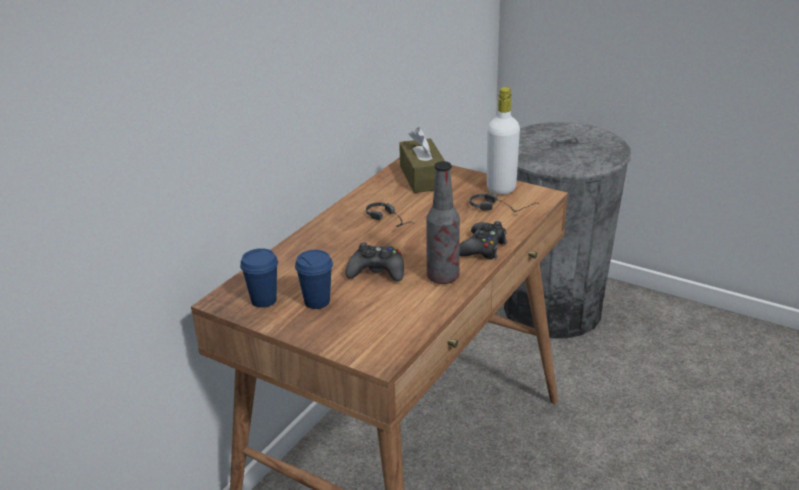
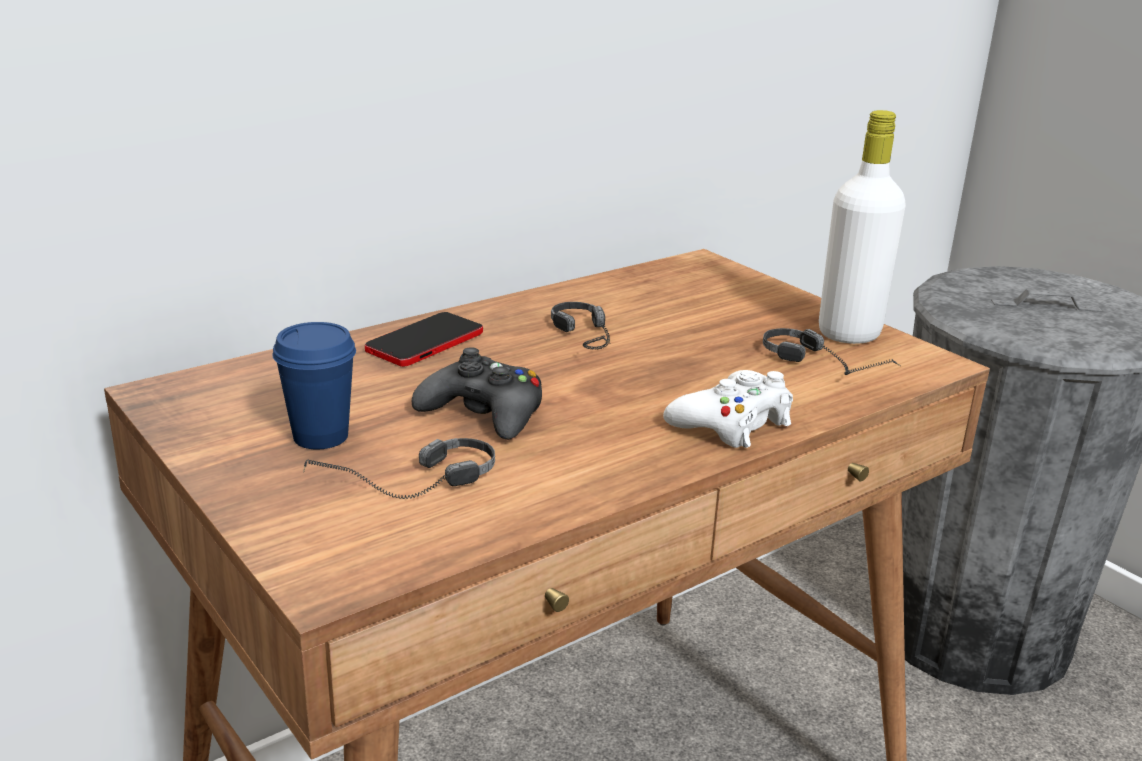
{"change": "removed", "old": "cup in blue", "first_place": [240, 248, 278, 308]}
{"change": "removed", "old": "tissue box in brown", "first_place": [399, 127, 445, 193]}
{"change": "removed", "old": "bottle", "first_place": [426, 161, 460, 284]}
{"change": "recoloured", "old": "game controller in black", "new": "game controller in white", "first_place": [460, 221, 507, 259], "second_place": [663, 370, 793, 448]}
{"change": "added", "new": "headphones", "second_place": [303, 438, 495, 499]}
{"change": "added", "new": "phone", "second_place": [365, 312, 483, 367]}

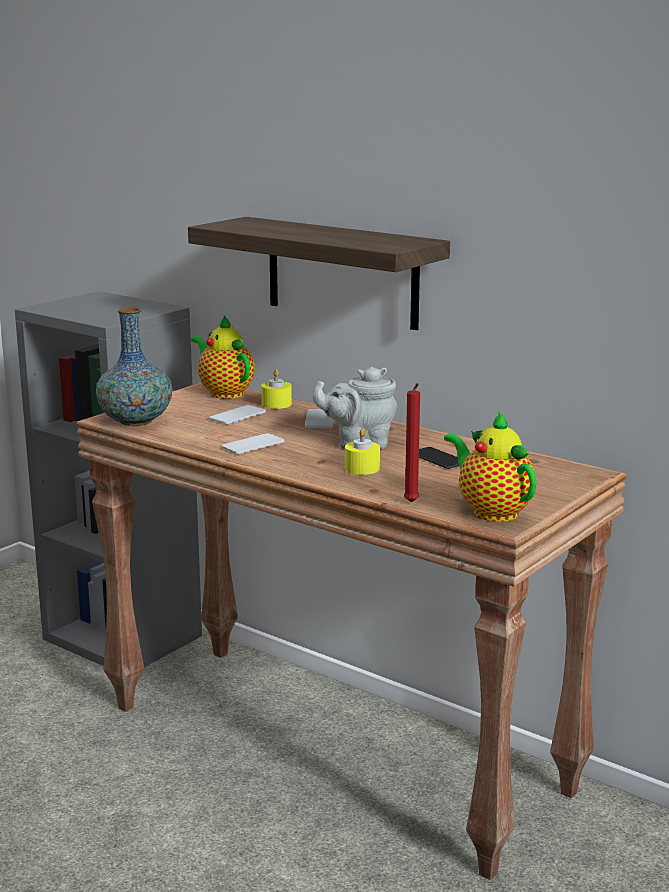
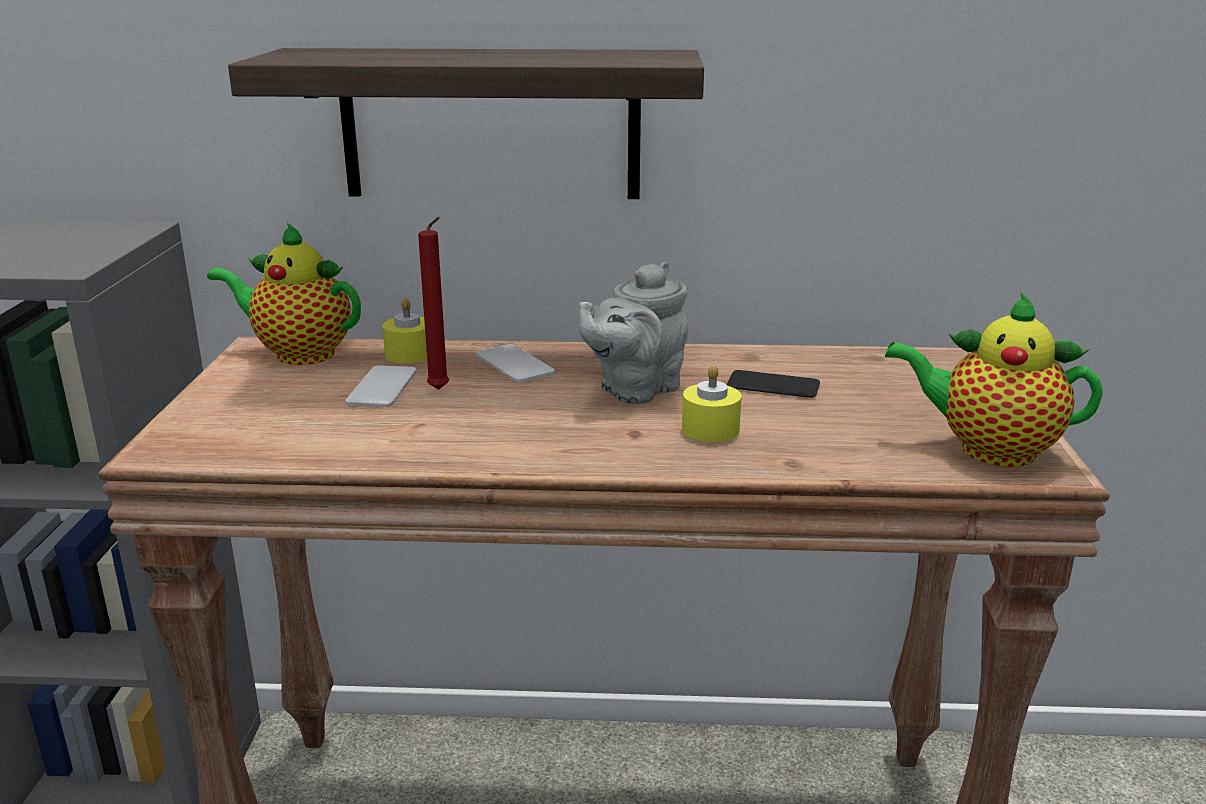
{"change": "removed", "old": "vase", "first_place": [96, 308, 173, 426]}
{"change": "removed", "old": "phone", "first_place": [221, 433, 284, 454]}
{"change": "moved", "old": "candle in red", "first_place": [404, 383, 420, 502], "second_place": [418, 217, 449, 390]}

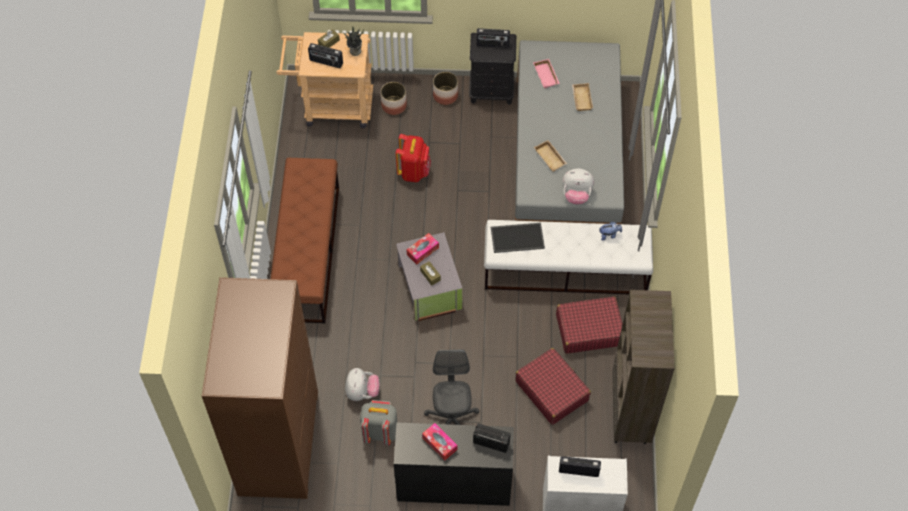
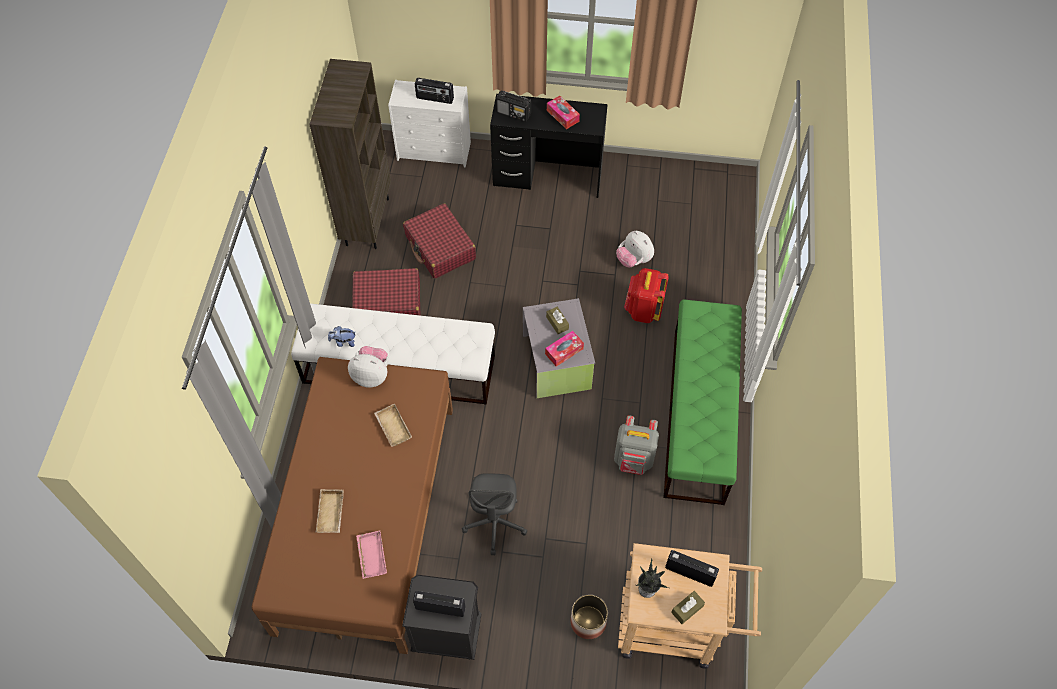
{"change": "removed", "old": "wardrobe in brown", "first_place": [202, 277, 318, 499]}
{"change": "recoloured", "old": "bench in brown", "new": "bench in green", "first_place": [270, 158, 339, 323], "second_place": [663, 300, 742, 505]}
{"change": "turned", "old": "plush toy", "first_place": [345, 368, 379, 401], "second_place": [616, 231, 654, 267], "degrees": -45}
{"change": "moved", "old": "backpack in grey", "first_place": [360, 400, 397, 446], "second_place": [614, 415, 659, 475]}
{"change": "moved", "old": "backpack in red", "first_place": [396, 134, 431, 182], "second_place": [624, 268, 669, 323]}
{"change": "moved", "old": "office chair in grey", "first_place": [424, 349, 479, 425], "second_place": [462, 473, 527, 555]}
{"change": "removed", "old": "planter", "first_place": [433, 72, 458, 105]}
{"change": "removed", "old": "tray", "first_place": [491, 223, 545, 253]}
{"change": "recoloured", "old": "bed in grey", "new": "bed in brown", "first_place": [515, 40, 624, 224], "second_place": [252, 357, 453, 654]}

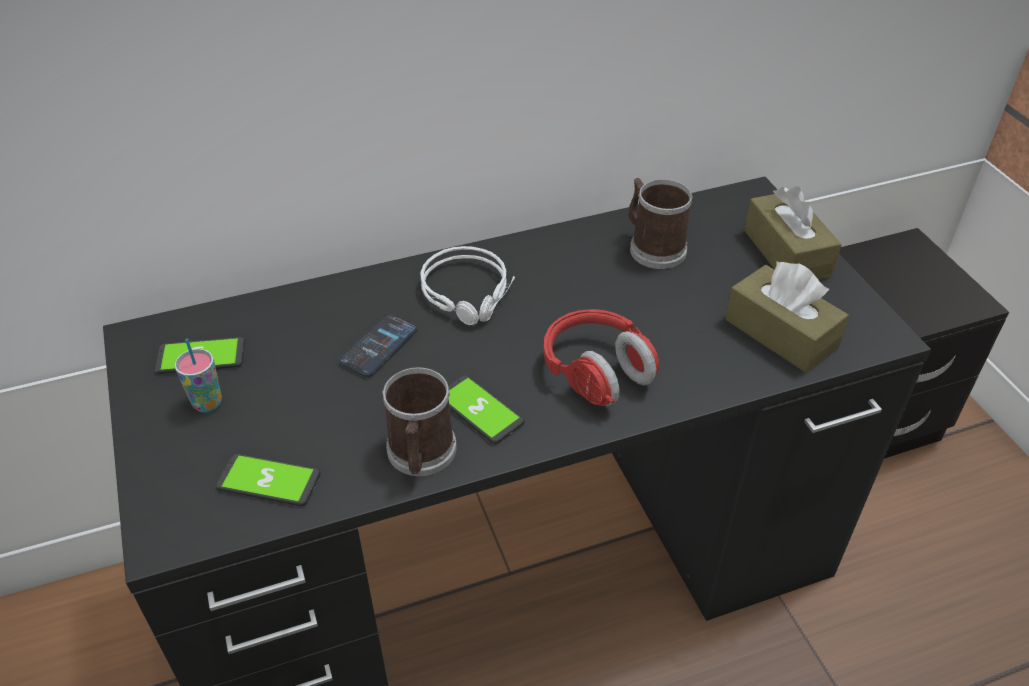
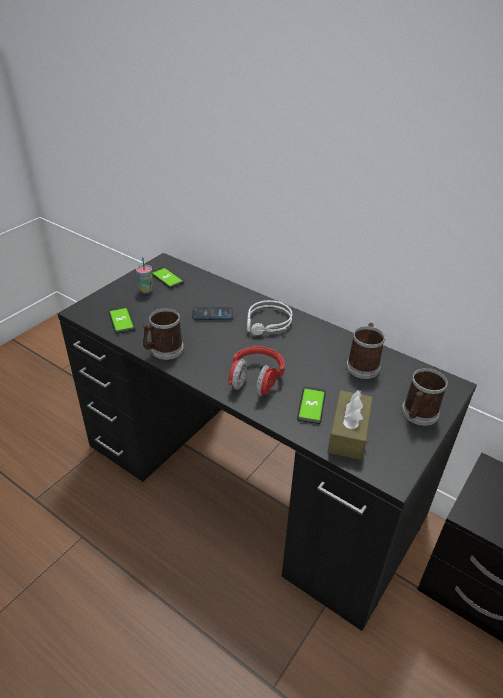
{"change": "moved", "old": "phone", "first_place": [448, 375, 525, 444], "second_place": [297, 387, 326, 424]}
{"change": "replaced", "old": "tissue box in brown", "new": "mug", "first_place": [744, 186, 842, 279], "second_place": [402, 368, 448, 426]}

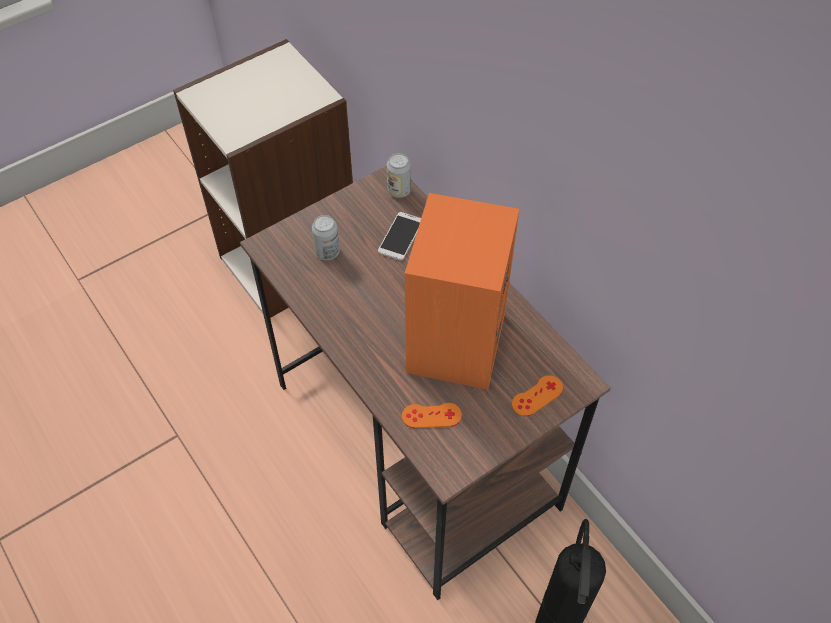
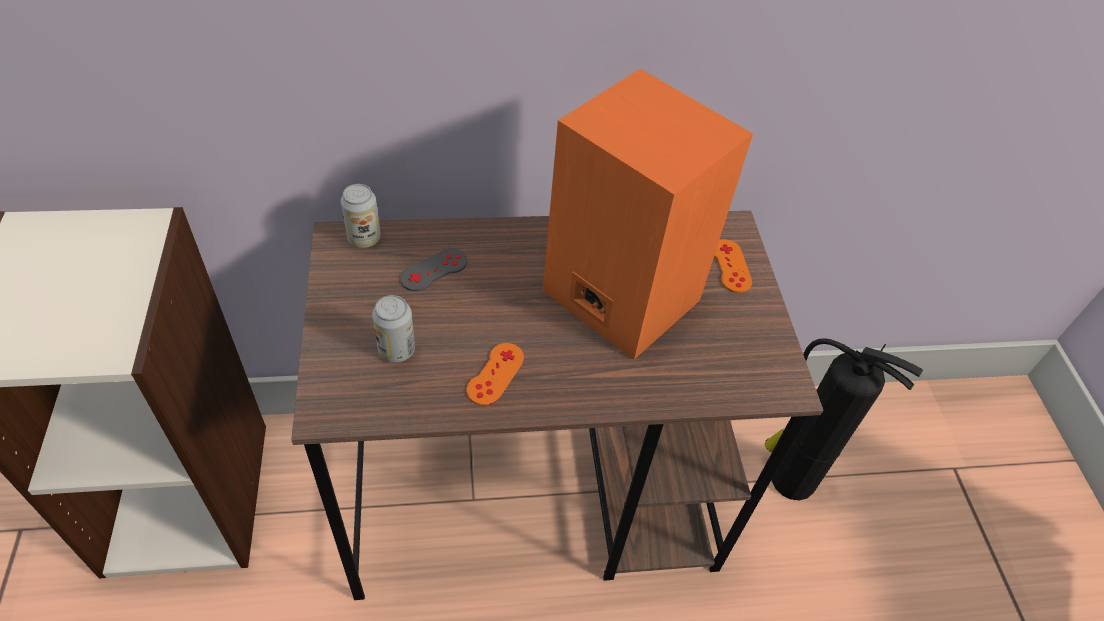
{"change": "replaced", "old": "phone", "new": "game controller in grey", "first_place": [378, 212, 421, 261], "second_place": [400, 248, 467, 291]}
{"change": "moved", "old": "game controller in orange", "first_place": [402, 403, 462, 428], "second_place": [466, 343, 524, 406]}

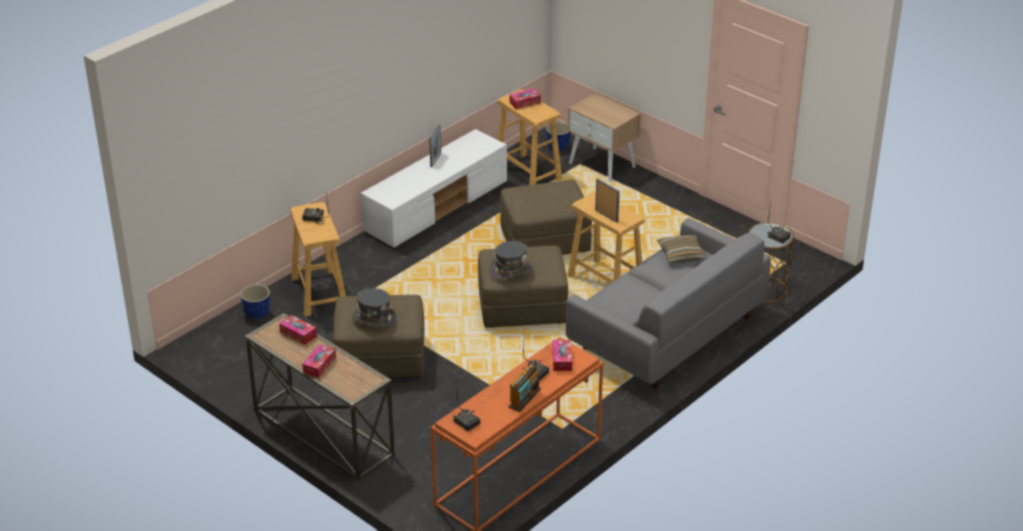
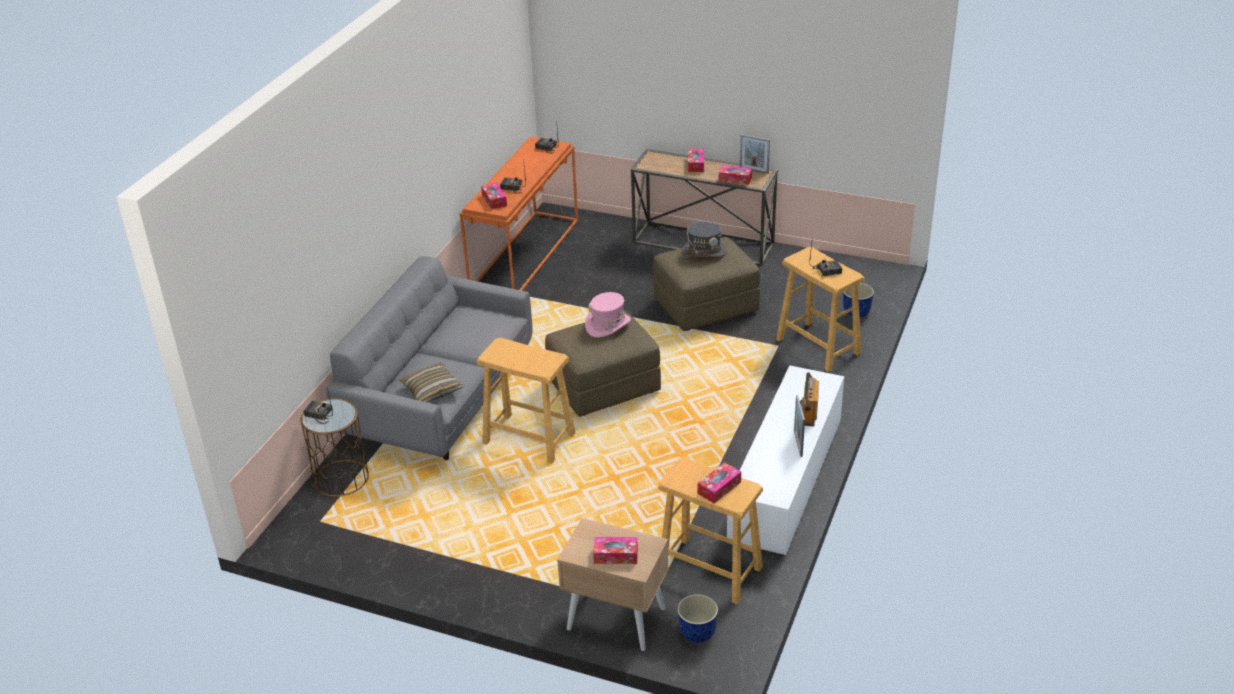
{"change": "recoloured", "old": "hat in grey", "new": "hat in pink", "first_place": [489, 241, 533, 280], "second_place": [585, 292, 631, 338]}
{"change": "removed", "old": "ottoman in brown", "first_place": [500, 180, 592, 255]}
{"change": "moved", "old": "radio", "first_place": [509, 363, 541, 412], "second_place": [800, 372, 819, 426]}
{"change": "moved", "old": "picture frame", "first_place": [595, 178, 620, 223], "second_place": [740, 134, 770, 174]}
{"change": "added", "new": "tissue box", "second_place": [593, 537, 638, 564]}

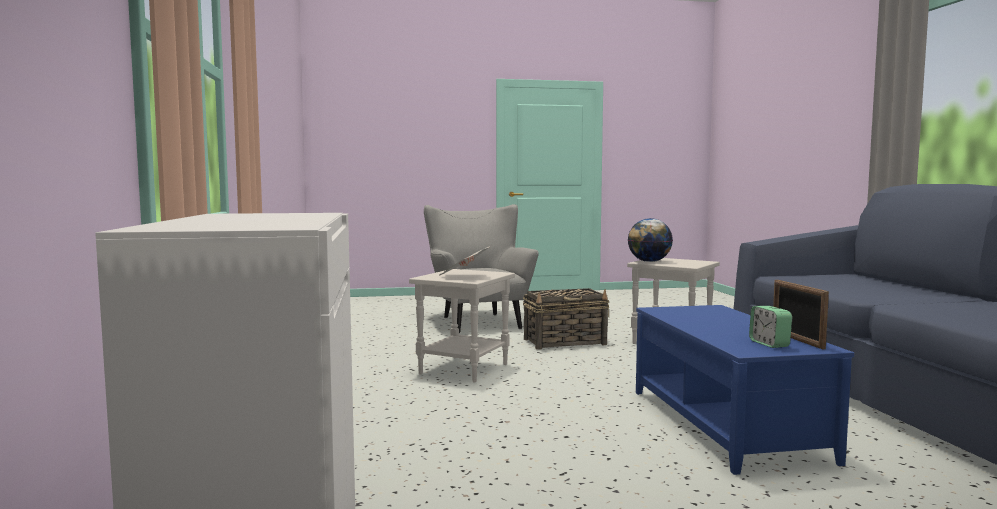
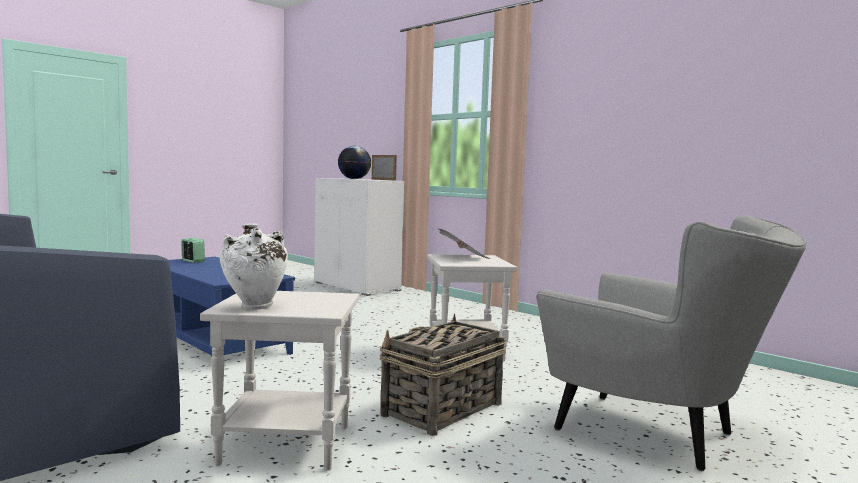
{"change": "moved", "old": "globe", "first_place": [628, 218, 673, 262], "second_place": [338, 146, 371, 179]}
{"change": "moved", "old": "picture frame", "first_place": [773, 280, 829, 349], "second_place": [372, 155, 397, 180]}
{"change": "added", "new": "vase in white", "second_place": [220, 224, 288, 309]}

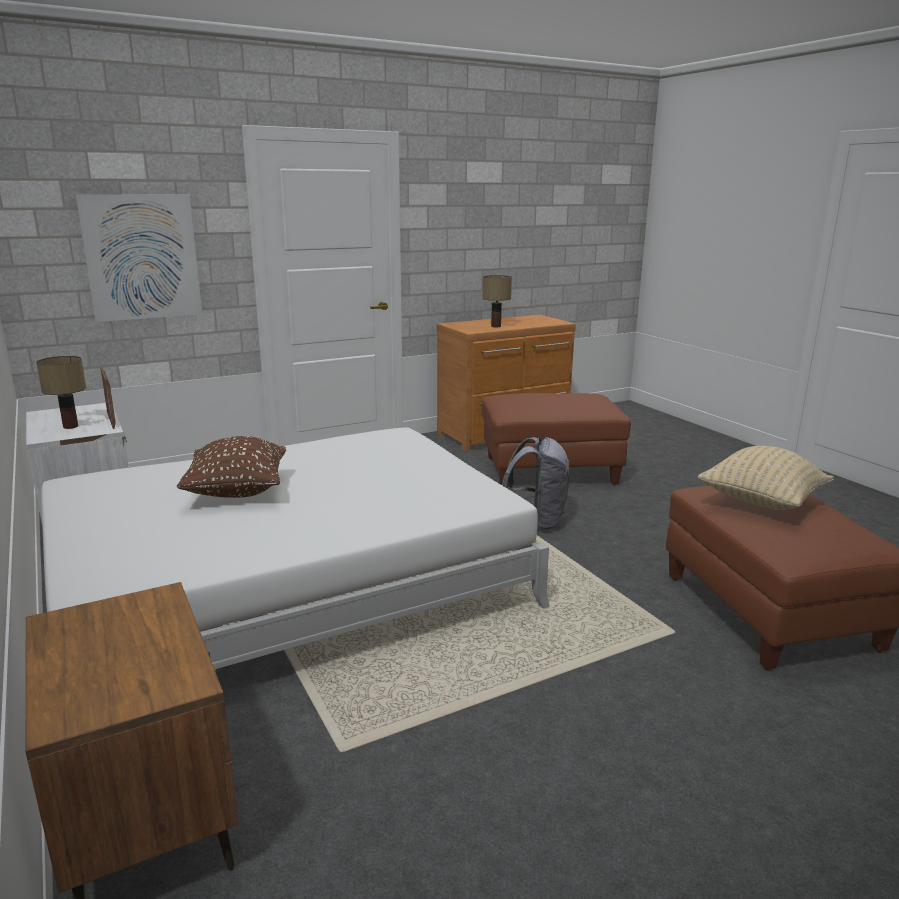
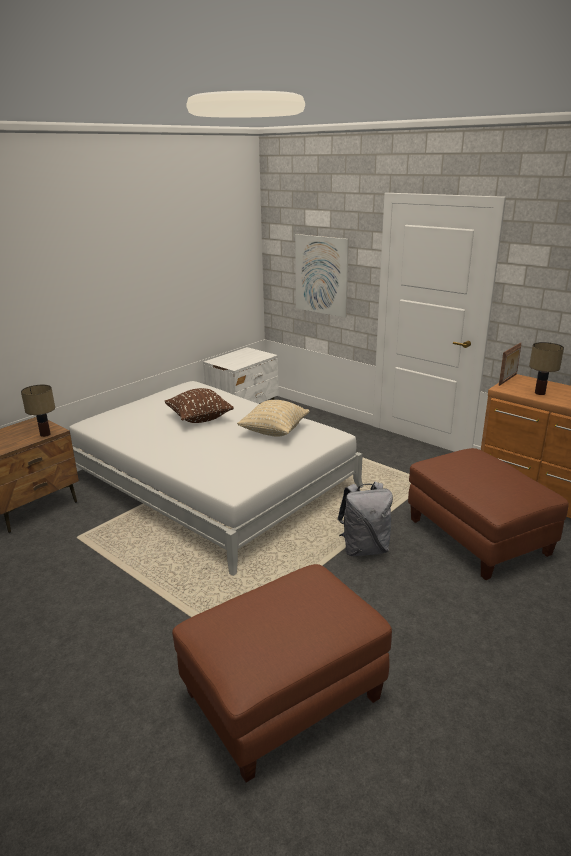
{"change": "moved", "old": "table lamp", "first_place": [36, 356, 86, 429], "second_place": [21, 385, 55, 437]}
{"change": "moved", "old": "picture frame", "first_place": [100, 367, 116, 429], "second_place": [499, 342, 521, 386]}
{"change": "moved", "old": "pillow in beige", "first_place": [698, 446, 834, 510], "second_place": [237, 400, 310, 437]}

